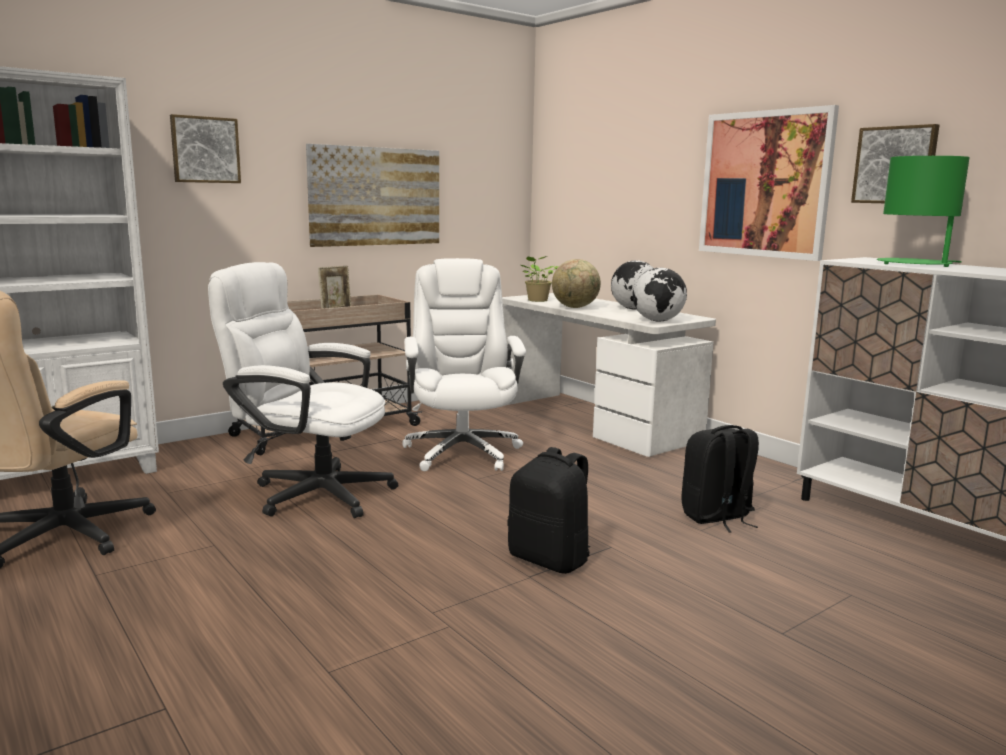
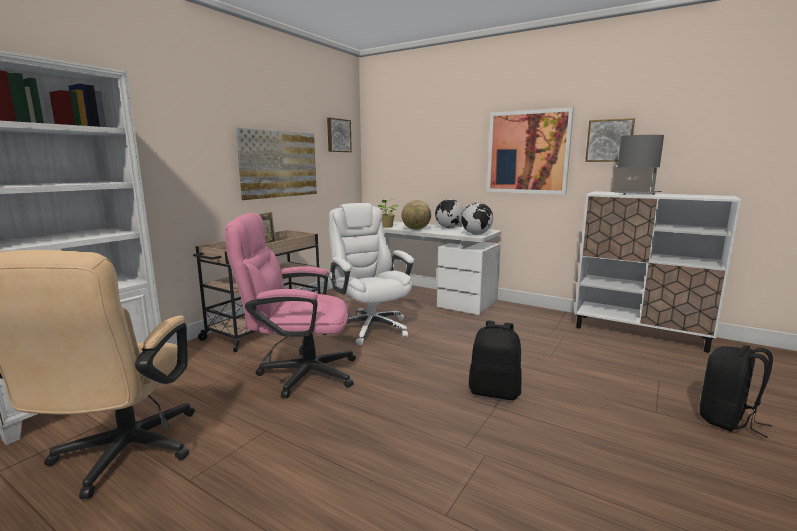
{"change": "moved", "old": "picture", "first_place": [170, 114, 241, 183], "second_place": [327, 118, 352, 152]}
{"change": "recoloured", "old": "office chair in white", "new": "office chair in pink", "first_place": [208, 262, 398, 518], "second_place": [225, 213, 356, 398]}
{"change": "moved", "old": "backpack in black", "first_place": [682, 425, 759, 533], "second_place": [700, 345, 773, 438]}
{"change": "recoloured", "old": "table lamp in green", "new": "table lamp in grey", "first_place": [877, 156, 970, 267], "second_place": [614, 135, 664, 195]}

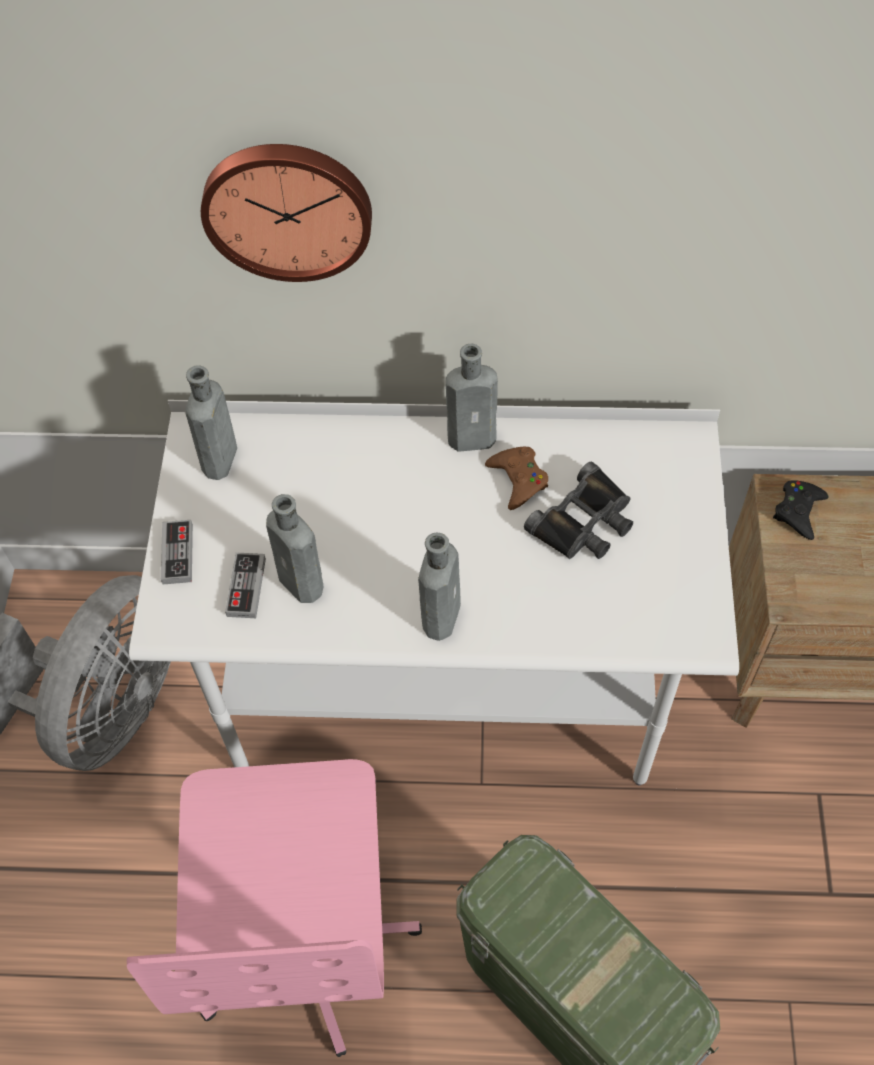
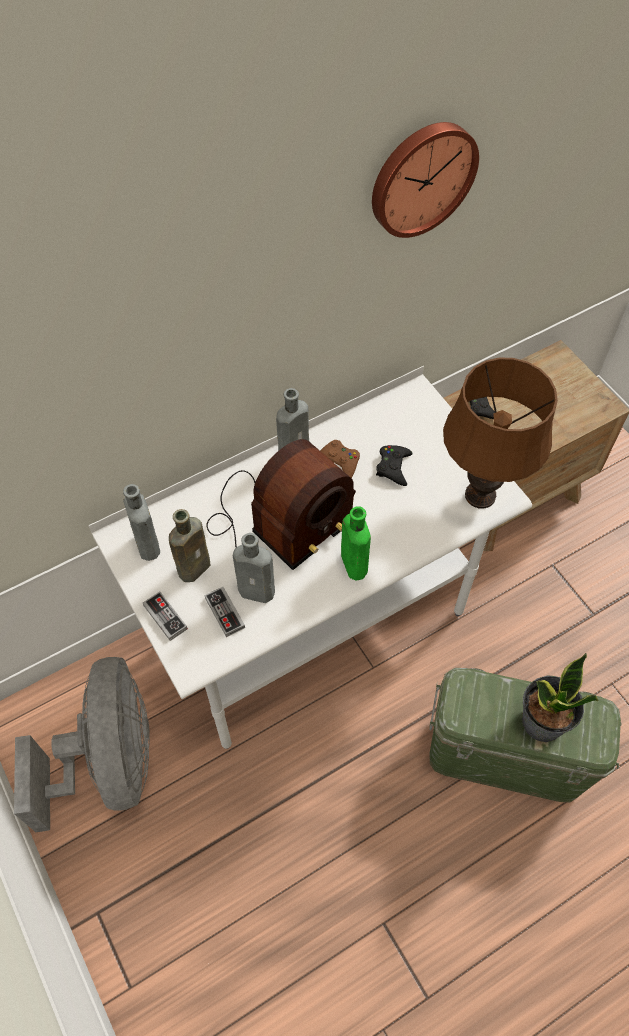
{"change": "removed", "old": "office chair in pink", "first_place": [127, 759, 422, 1057]}
{"change": "moved", "old": "wall clock", "first_place": [201, 144, 372, 282], "second_place": [372, 122, 479, 238]}
{"change": "recoloured", "old": "bottle in grey", "new": "bottle in green", "first_place": [418, 533, 461, 641], "second_place": [341, 506, 371, 581]}
{"change": "replaced", "old": "binoculars in black", "new": "game controller in black", "first_place": [524, 462, 633, 559], "second_place": [376, 445, 413, 486]}
{"change": "added", "new": "bottle in brown", "second_place": [169, 509, 211, 582]}
{"change": "added", "new": "radio", "second_place": [207, 439, 356, 570]}
{"change": "added", "new": "table lamp in brown", "second_place": [443, 357, 558, 509]}
{"change": "added", "new": "potted plant", "second_place": [522, 653, 598, 742]}

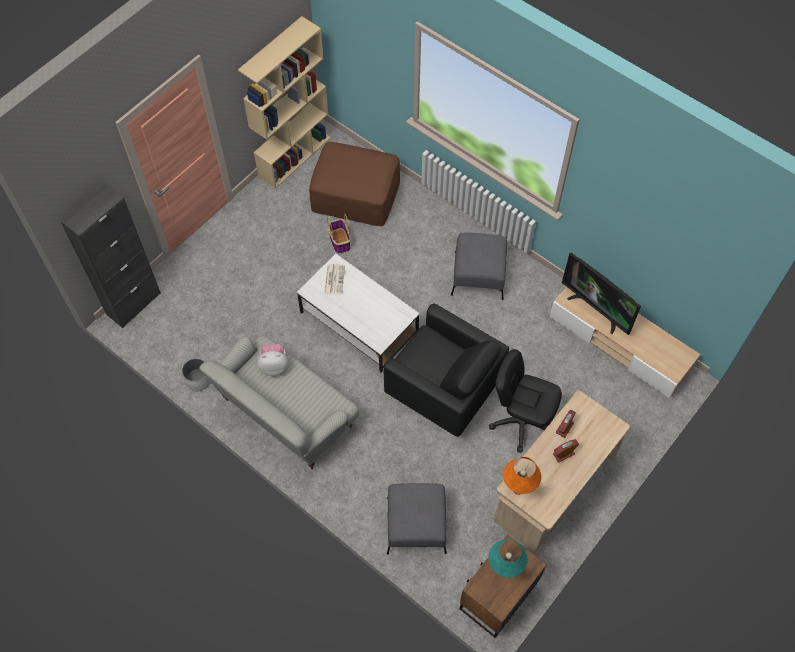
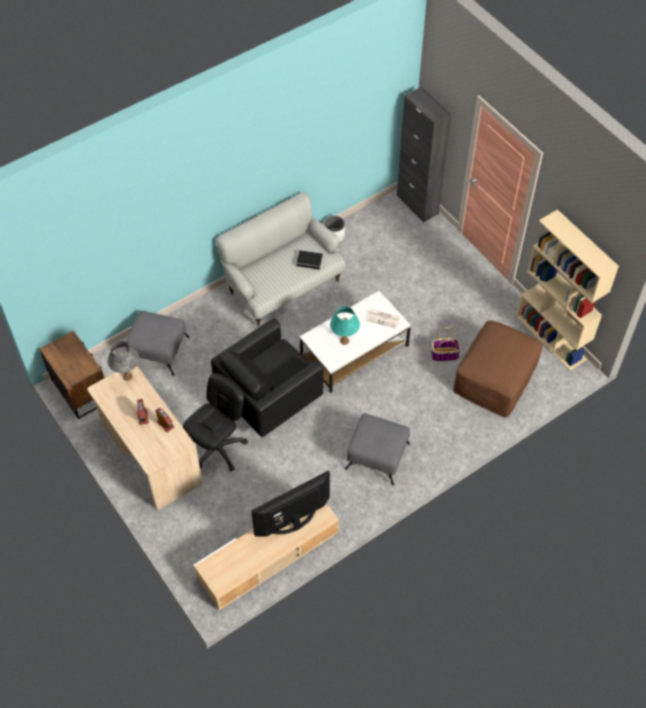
{"change": "replaced", "old": "plush toy", "new": "book", "first_place": [257, 344, 288, 376], "second_place": [296, 250, 324, 270]}
{"change": "moved", "old": "table lamp in turquoise", "first_place": [488, 540, 528, 578], "second_place": [330, 307, 360, 345]}
{"change": "recoloured", "old": "table lamp in orange", "new": "table lamp in grey", "first_place": [503, 457, 541, 495], "second_place": [108, 341, 139, 381]}

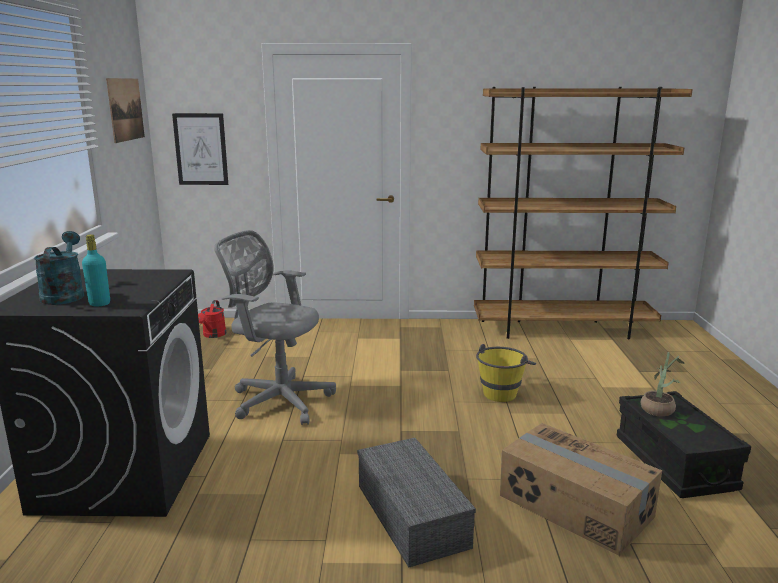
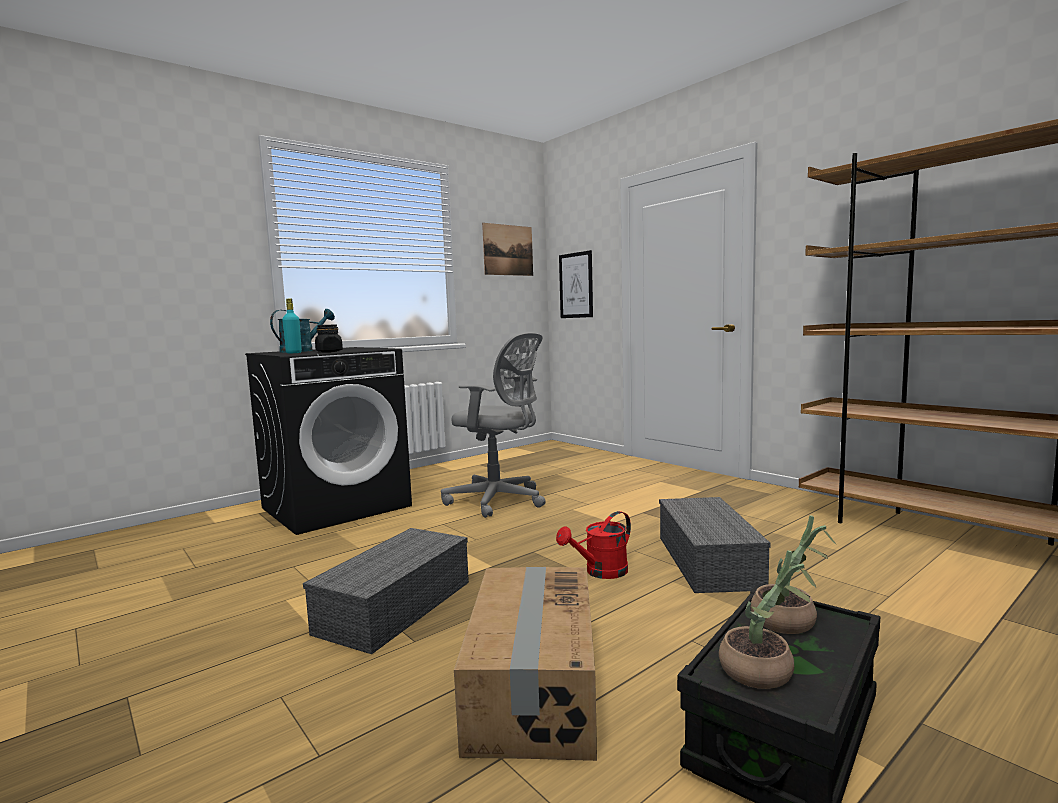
{"change": "moved", "old": "watering can in red", "first_place": [198, 300, 226, 338], "second_place": [556, 511, 631, 579]}
{"change": "turned", "old": "office chair in grey", "first_place": [214, 230, 336, 425], "second_place": [441, 332, 546, 518], "degrees": 135}
{"change": "replaced", "old": "bucket in yellow", "new": "storage box in grey", "first_place": [476, 344, 536, 402], "second_place": [659, 497, 771, 593]}
{"change": "added", "new": "jar in black", "second_place": [315, 324, 343, 352]}
{"change": "added", "new": "potted plant", "second_place": [719, 550, 816, 689]}

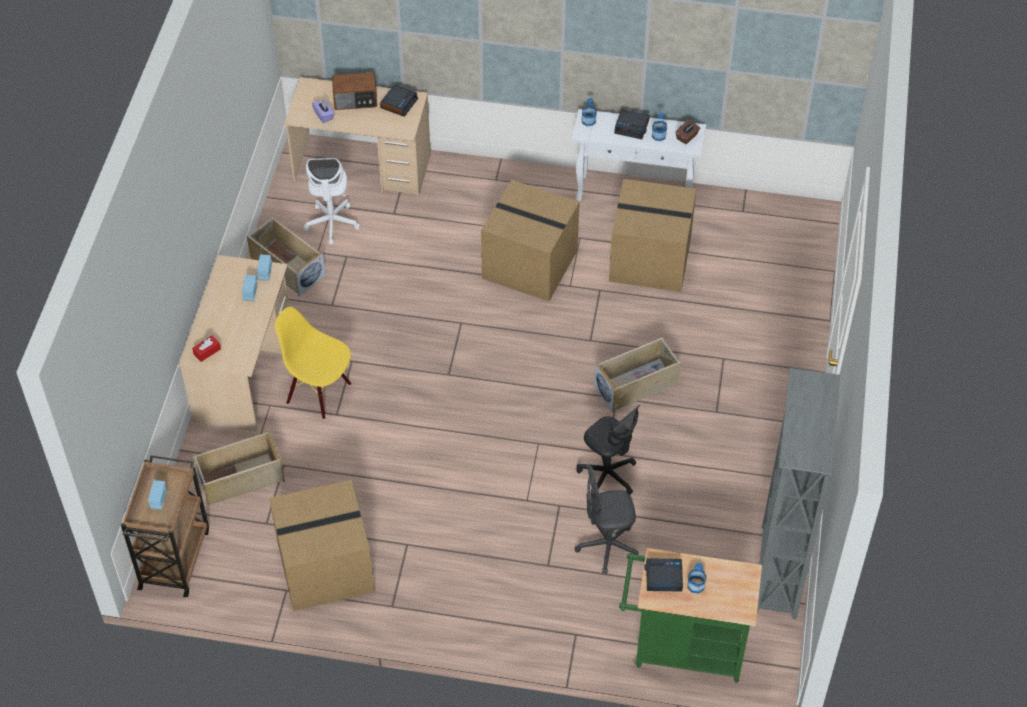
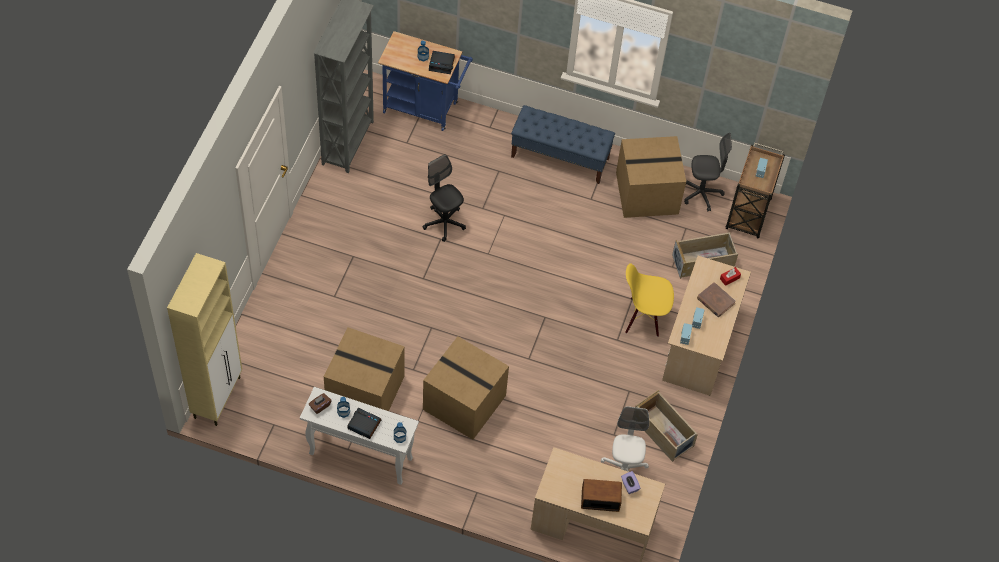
{"change": "turned", "old": "chair in yellow", "first_place": [275, 307, 351, 420], "second_place": [625, 263, 674, 337], "degrees": 150}
{"change": "removed", "old": "alarm clock", "first_place": [380, 84, 418, 117]}
{"change": "moved", "old": "office chair in grey", "first_place": [575, 464, 638, 574], "second_place": [684, 133, 732, 211]}
{"change": "removed", "old": "storage box in beige", "first_place": [594, 337, 681, 413]}
{"change": "recoloured", "old": "cart in green", "new": "cart in blue", "first_place": [619, 548, 762, 683], "second_place": [378, 31, 473, 131]}
{"change": "added", "new": "cabinet in beige", "second_place": [167, 253, 242, 426]}
{"change": "added", "new": "bench in blue", "second_place": [511, 105, 615, 184]}
{"change": "added", "new": "book in brown", "second_place": [697, 282, 736, 317]}

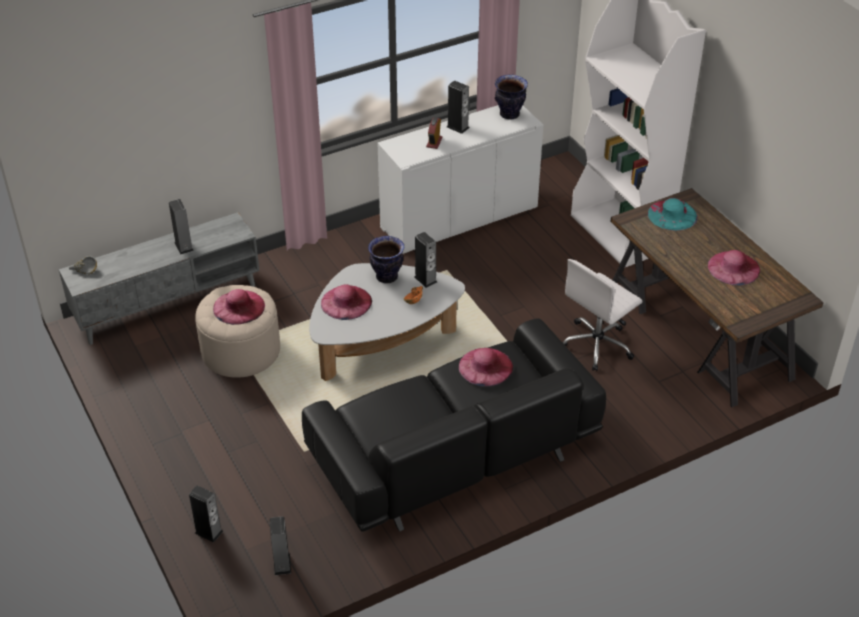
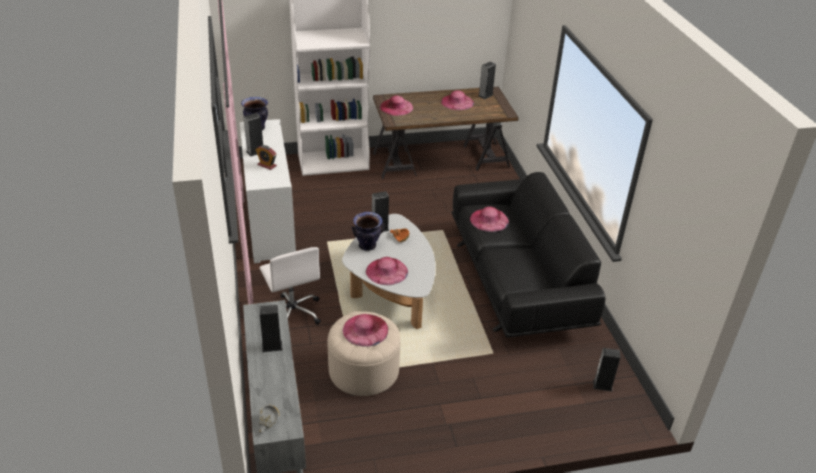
{"change": "moved", "old": "speaker", "first_place": [189, 485, 223, 543], "second_place": [478, 62, 496, 99]}
{"change": "moved", "old": "office chair in white", "first_place": [562, 259, 642, 371], "second_place": [259, 247, 321, 325]}
{"change": "recoloured", "old": "hat in turquoise", "new": "hat in pink", "first_place": [647, 198, 698, 231], "second_place": [380, 95, 413, 116]}

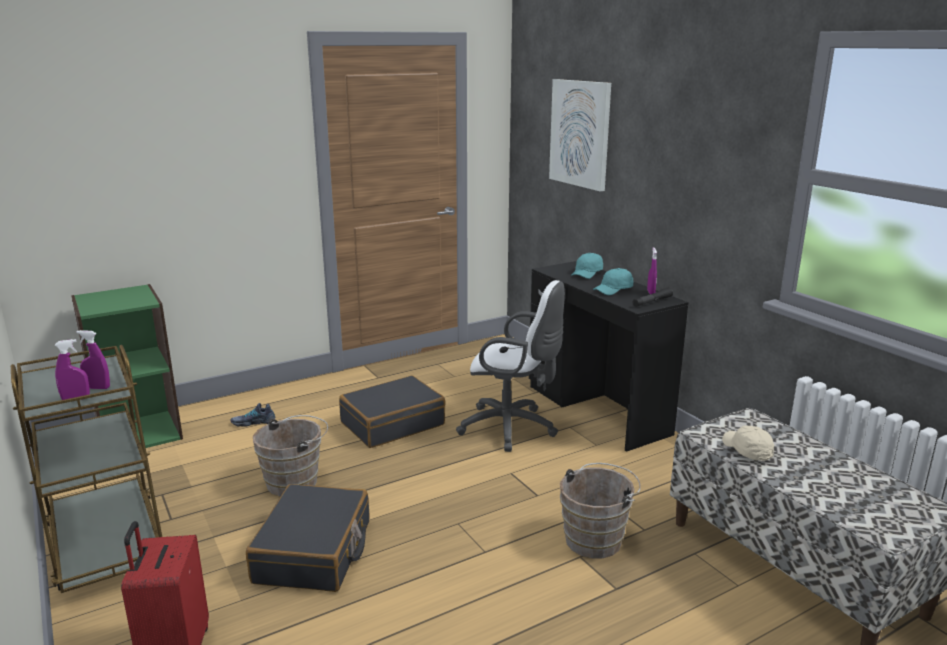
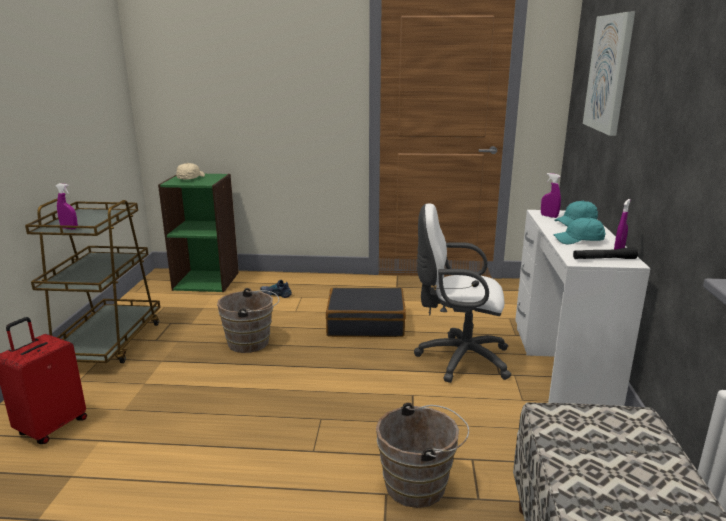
{"change": "moved", "old": "spray bottle in purple", "first_place": [76, 330, 110, 389], "second_place": [541, 173, 561, 218]}
{"change": "removed", "old": "suitcase in black", "first_place": [246, 484, 369, 592]}
{"change": "turned", "old": "office chair in white", "first_place": [456, 280, 565, 452], "second_place": [414, 203, 511, 383], "degrees": 135}
{"change": "recoloured", "old": "desk in black", "new": "desk in white", "first_place": [529, 261, 688, 452], "second_place": [515, 210, 650, 407]}
{"change": "moved", "old": "cap in beige", "first_place": [722, 426, 774, 461], "second_place": [176, 163, 205, 179]}

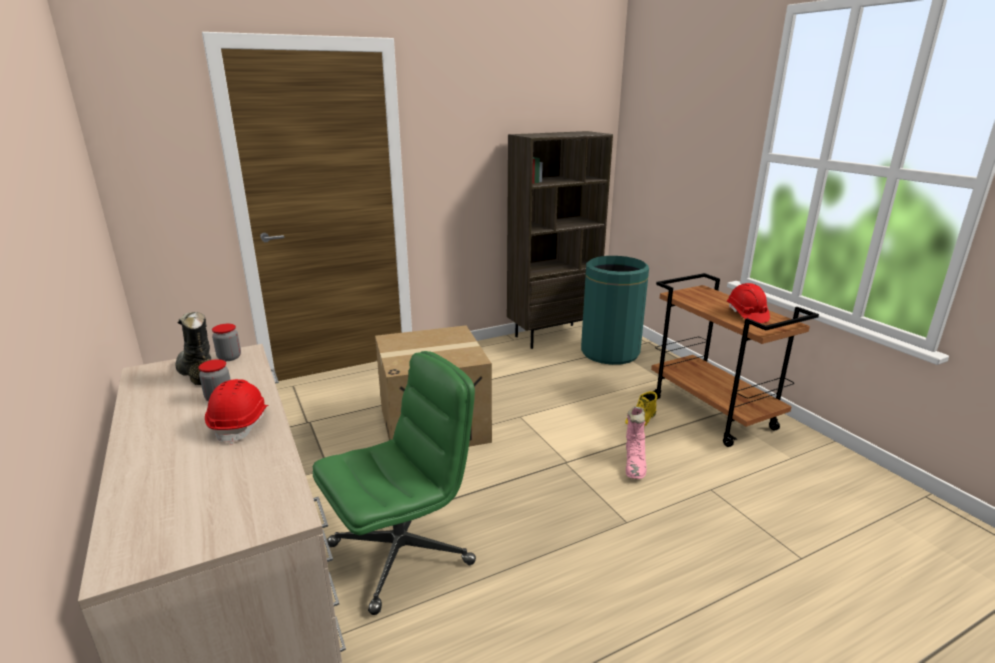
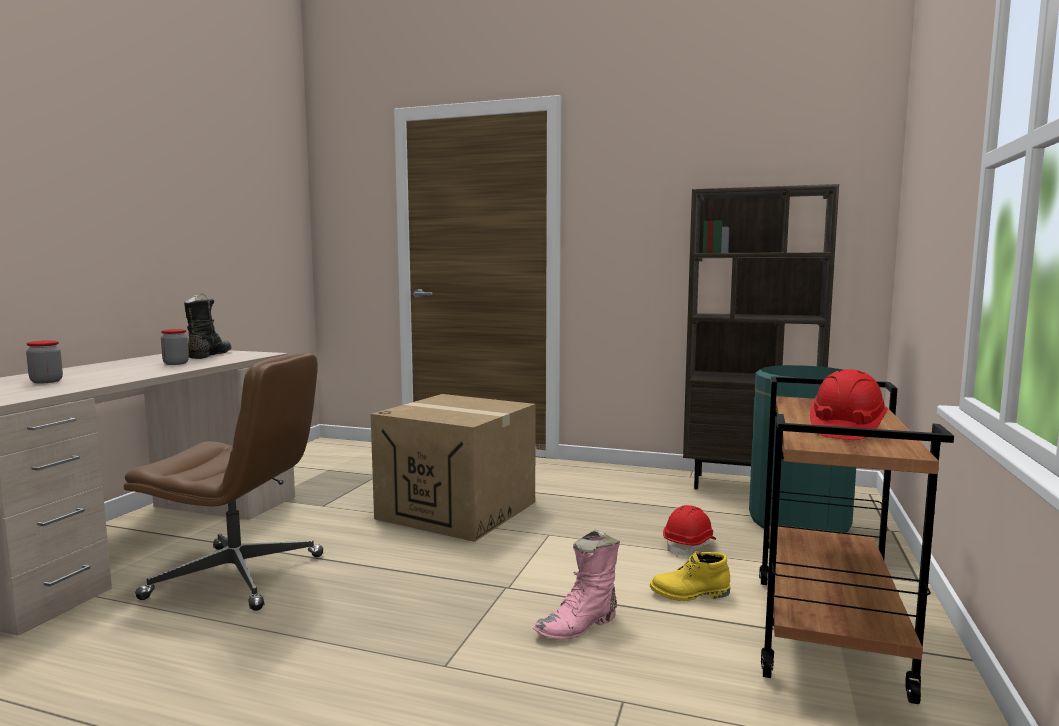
{"change": "moved", "old": "hard hat in red", "first_place": [205, 379, 269, 445], "second_place": [663, 505, 716, 557]}
{"change": "moved", "old": "jar", "first_place": [212, 324, 241, 361], "second_place": [26, 340, 63, 384]}
{"change": "recoloured", "old": "office chair in green", "new": "office chair in brown", "first_place": [313, 351, 476, 615], "second_place": [124, 353, 323, 611]}

